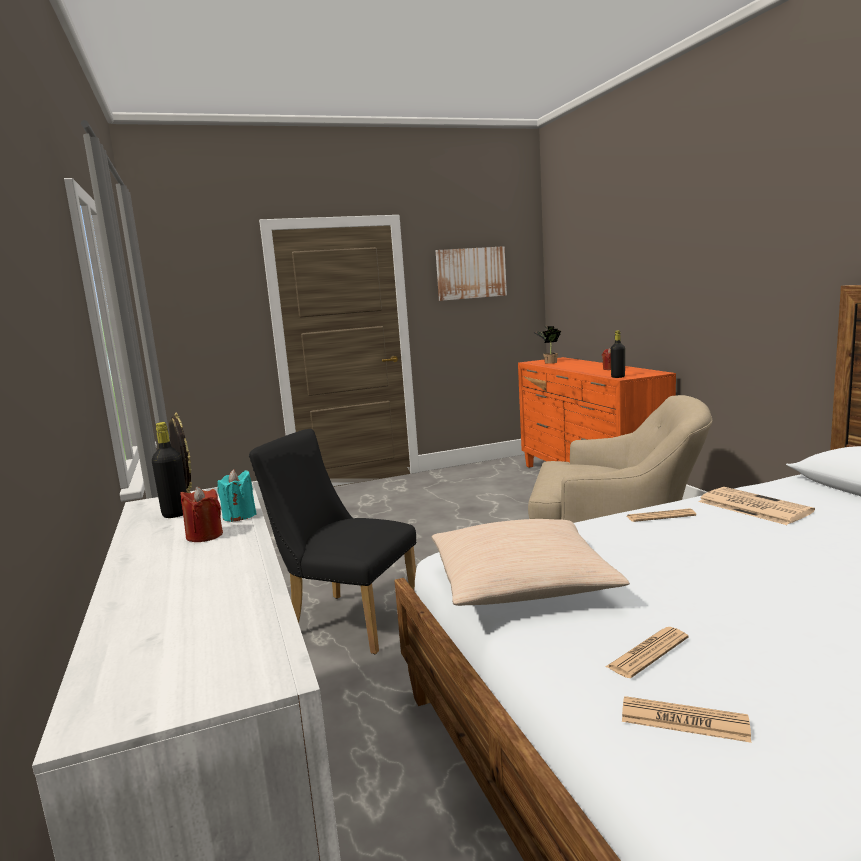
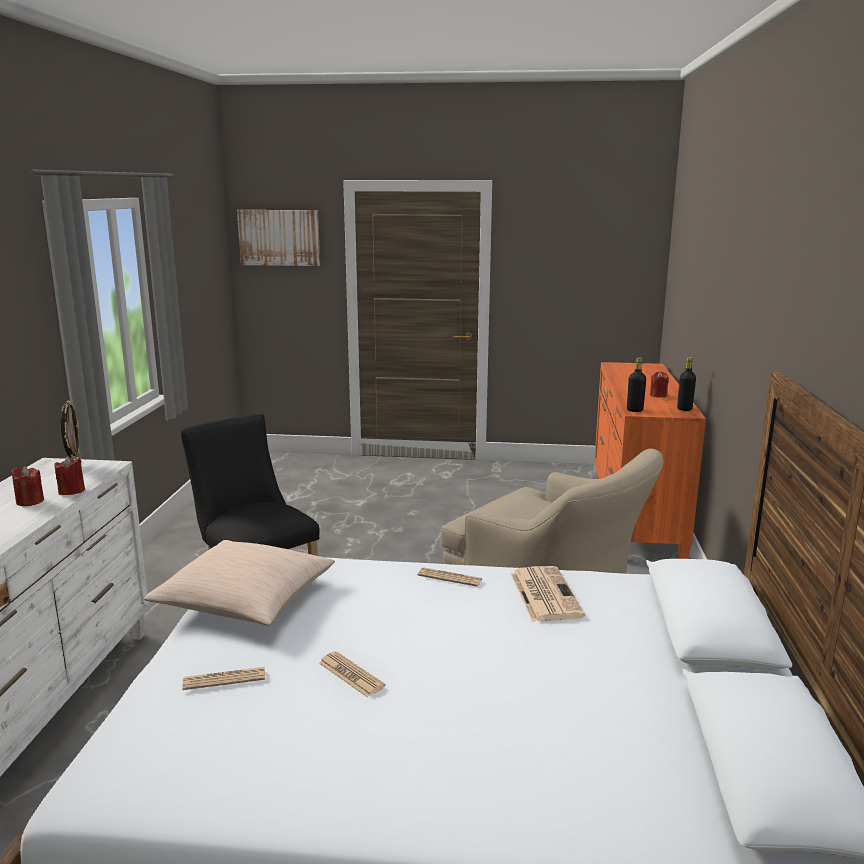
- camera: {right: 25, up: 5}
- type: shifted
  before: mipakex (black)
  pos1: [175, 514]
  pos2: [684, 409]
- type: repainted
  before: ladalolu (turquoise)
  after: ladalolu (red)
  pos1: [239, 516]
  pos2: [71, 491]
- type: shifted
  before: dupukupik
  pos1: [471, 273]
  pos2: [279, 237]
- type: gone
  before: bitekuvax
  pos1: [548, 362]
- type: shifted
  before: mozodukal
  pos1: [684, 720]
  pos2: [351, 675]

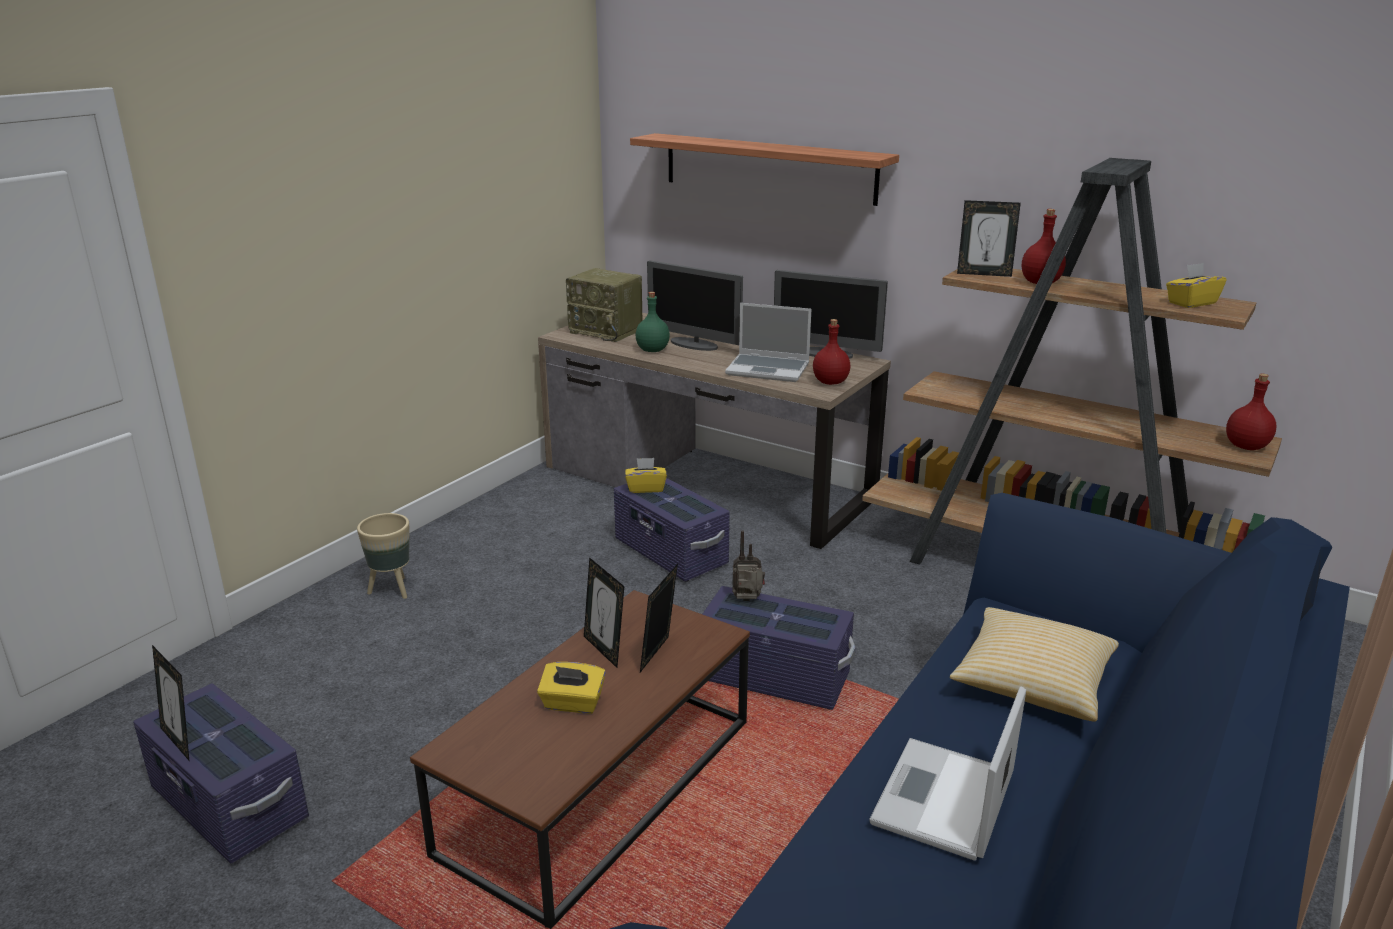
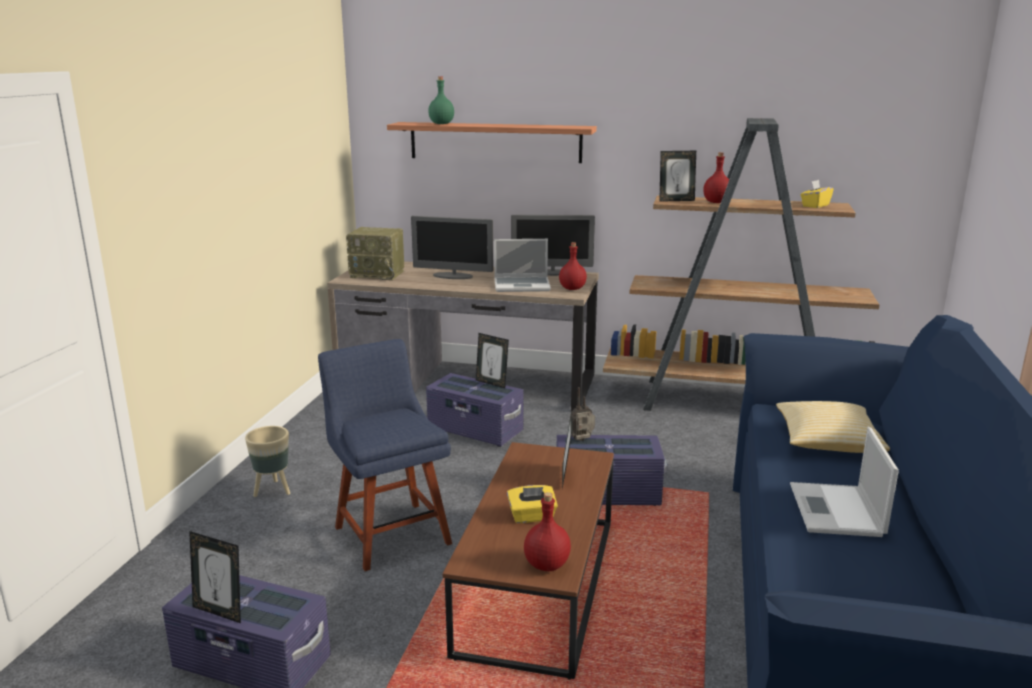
- camera: {right: -20, up: -5}
- type: shifted
  before: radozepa
  pos1: [604, 650]
  pos2: [492, 383]
- type: gone
  before: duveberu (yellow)
  pos1: [646, 488]
- type: shifted
  before: mipakex (green)
  pos1: [652, 350]
  pos2: [441, 124]
- type: shifted
  before: mipakex (red)
  pos1: [1247, 446]
  pos2: [547, 564]
- type: new
  after: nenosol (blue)
  pos2: [390, 532]

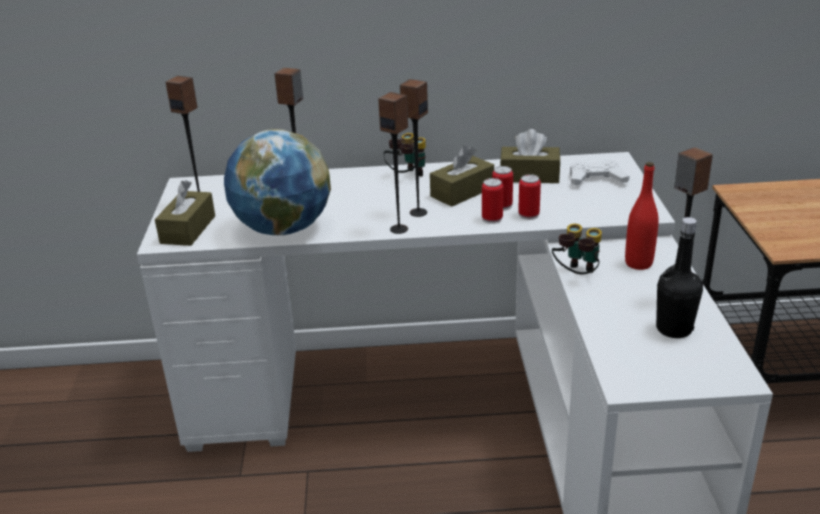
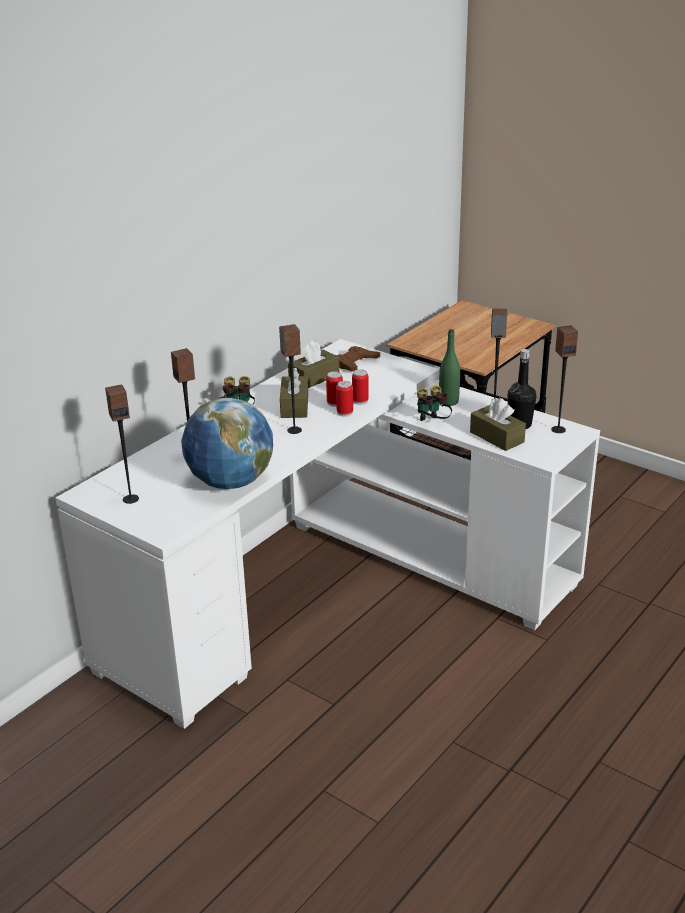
- camera: {right: -50, up: 0}
- type: shifted
  before: duveberu (brown)
  pos1: [188, 229]
  pos2: [497, 437]
- type: shifted
  before: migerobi
  pos1: [399, 229]
  pos2: [558, 429]
- type: repainted
  before: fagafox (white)
  after: fagafox (brown)
  pos1: [596, 179]
  pos2: [355, 363]
- type: repainted
  before: mipakex (red)
  after: mipakex (green)
  pos1: [638, 263]
  pos2: [448, 402]

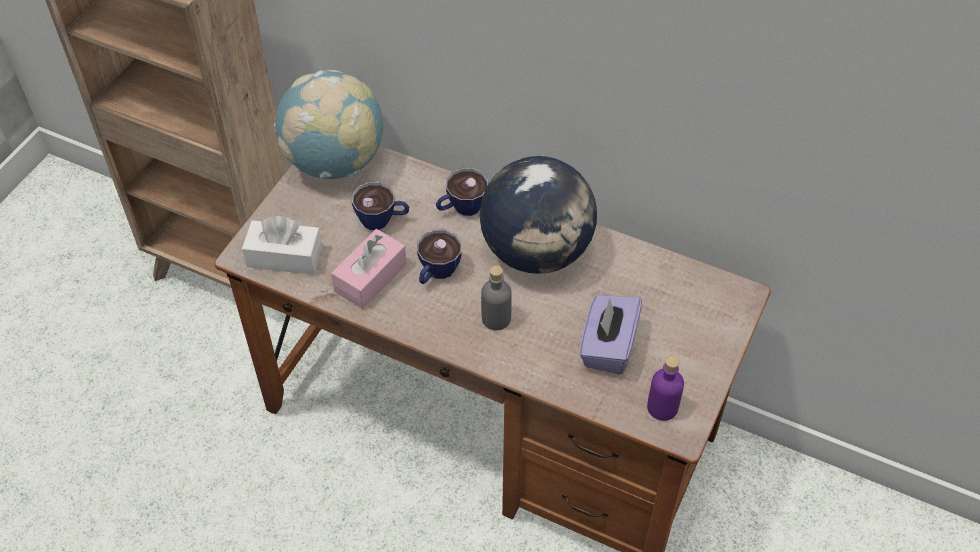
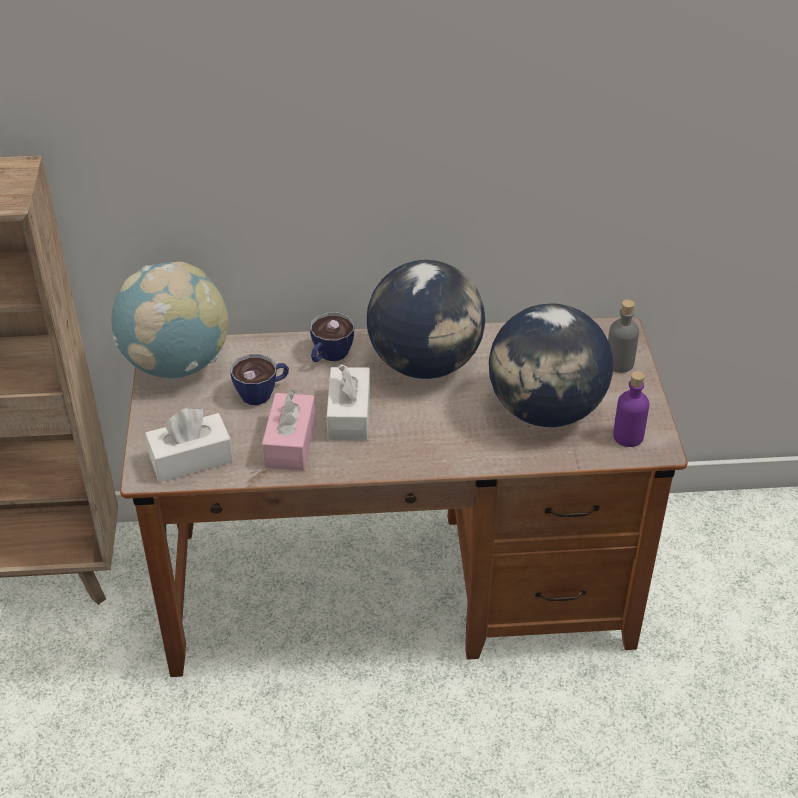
- camera: {right: -30, up: -10}
- type: swapped
  before: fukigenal
  after: duveberu (white)
  pos1: [436, 273]
  pos2: [349, 415]
- type: shifted
  before: mipakex (grey)
  pos1: [496, 318]
  pos2: [619, 363]
- type: swapped
  before: duveberu (purple)
  after: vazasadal
  pos1: [608, 347]
  pos2: [546, 411]

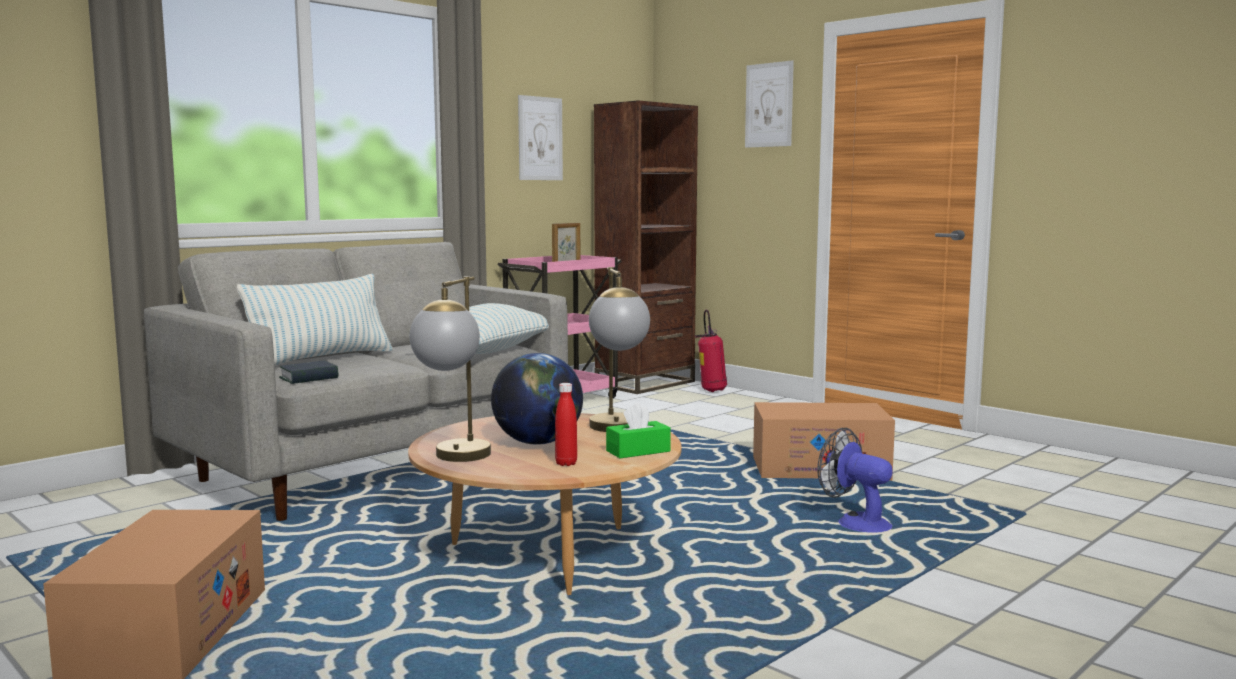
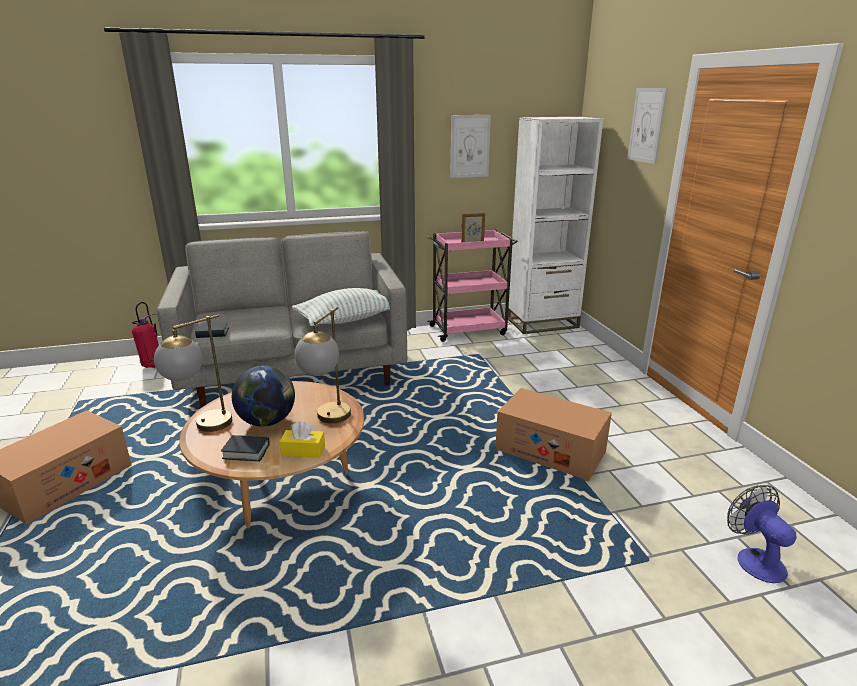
- camera: {right: 30, up: 15}
- type: gone
  before: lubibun
  pos1: [321, 359]
- type: swapped
  before: mipakex (red)
  after: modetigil
  pos1: [566, 463]
  pos2: [246, 452]
- type: repainted
  before: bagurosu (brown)
  after: bagurosu (white)
  pos1: [645, 383]
  pos2: [542, 323]
- type: repainted
  before: duveberu (green)
  after: duveberu (yellow)
  pos1: [638, 451]
  pos2: [303, 451]
- type: shifted
  before: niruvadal
  pos1: [711, 390]
  pos2: [152, 365]
- type: shifted
  before: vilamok
  pos1: [855, 522]
  pos2: [754, 559]

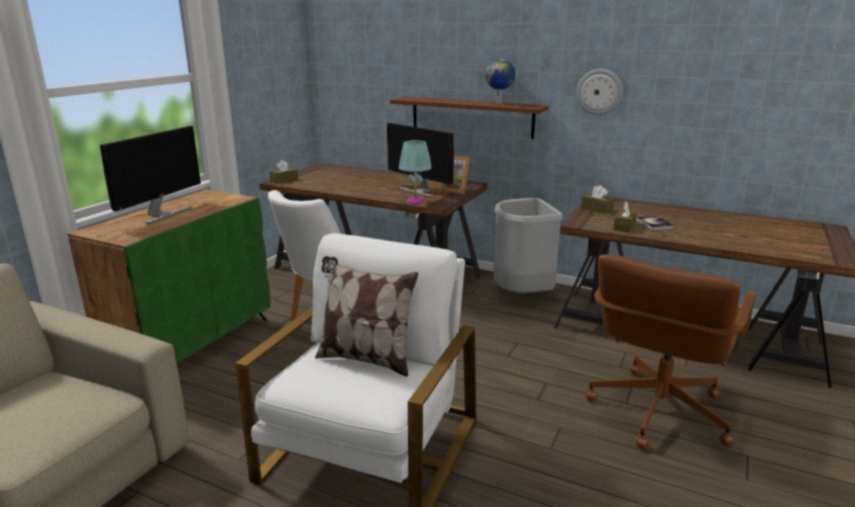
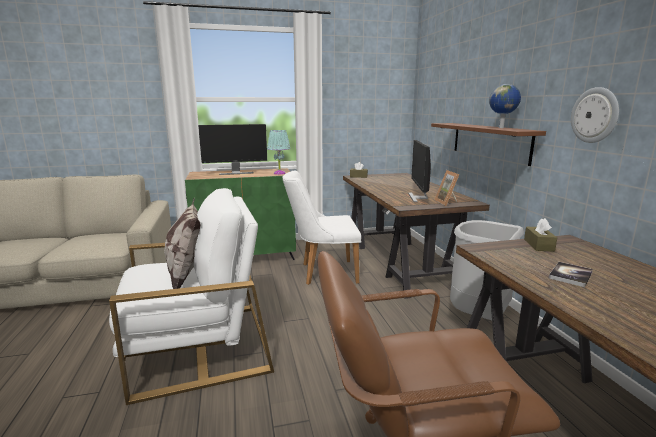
- camera: {right: 50, up: -5}
- type: shifted
  before: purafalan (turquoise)
  pos1: [415, 201]
  pos2: [279, 173]
- type: gone
  before: duveberu (brown)
  pos1: [624, 226]

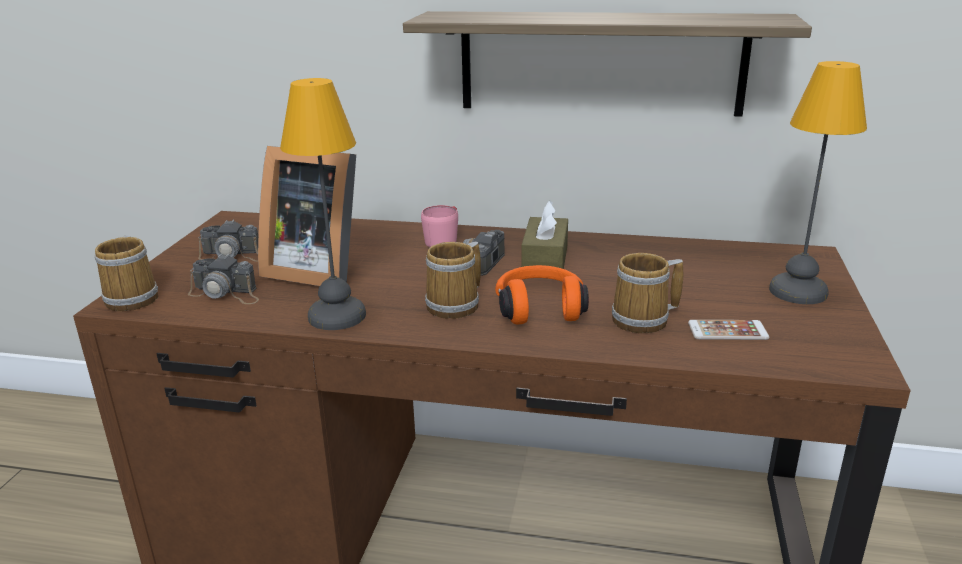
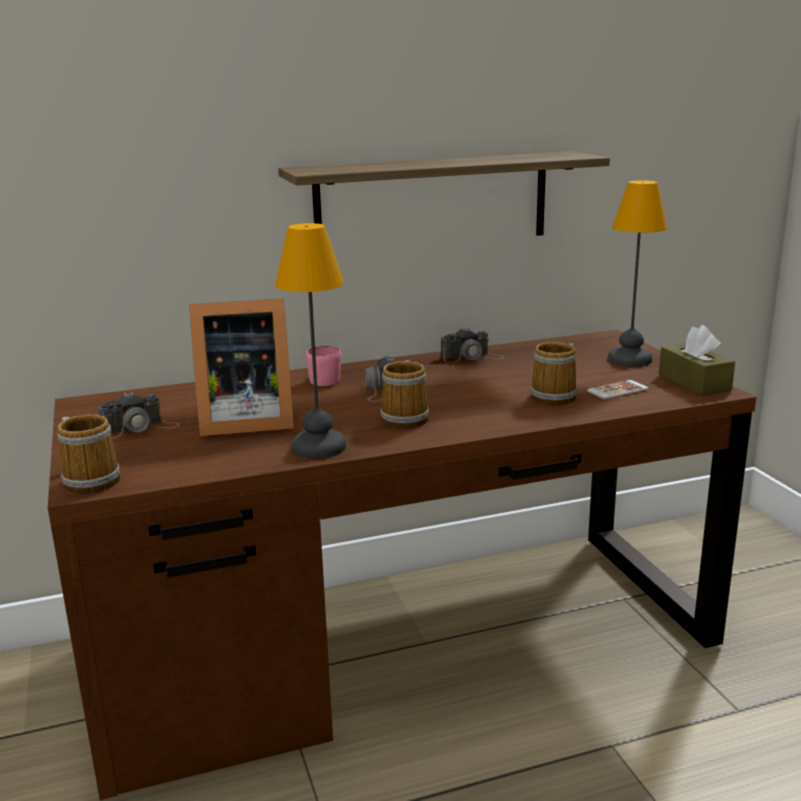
- camera: {right: -30, up: -5}
- type: shifted
  before: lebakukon
  pos1: [226, 293]
  pos2: [471, 357]
- type: gone
  before: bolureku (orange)
  pos1: [539, 308]
- type: shifted
  before: duveberu (brown)
  pos1: [545, 261]
  pos2: [694, 382]

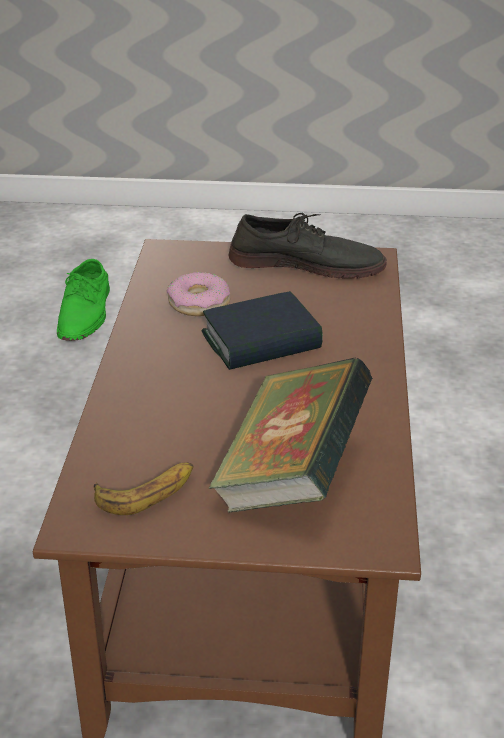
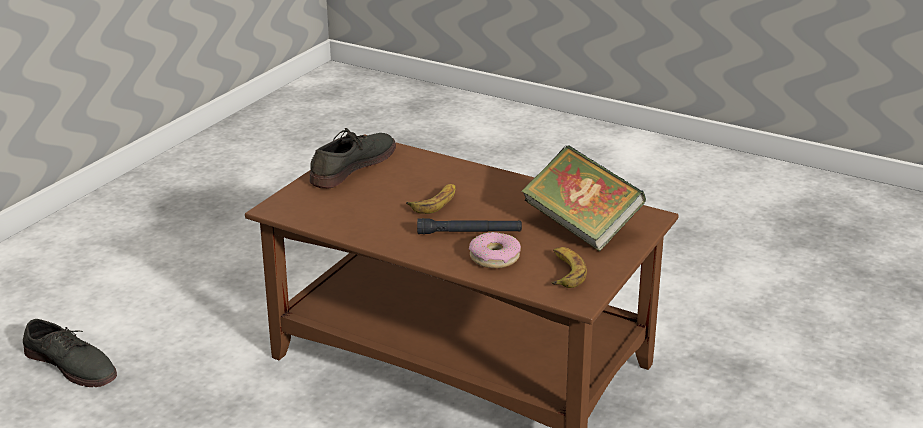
- camera: {right: -65, up: -5}
- type: repainted
  before: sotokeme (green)
  after: sotokeme (grey)
  pos1: [86, 313]
  pos2: [72, 364]
- type: shifted
  before: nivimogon
  pos1: [199, 303]
  pos2: [494, 257]
- type: swapped
  before: modetigil
  after: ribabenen
  pos1: [261, 341]
  pos2: [435, 202]
- type: new
  after: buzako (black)
  pos2: [469, 233]

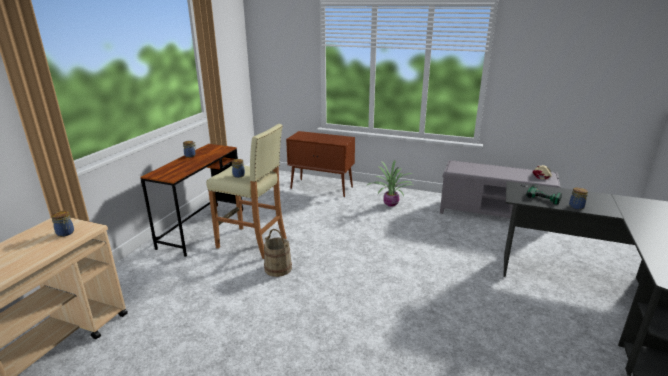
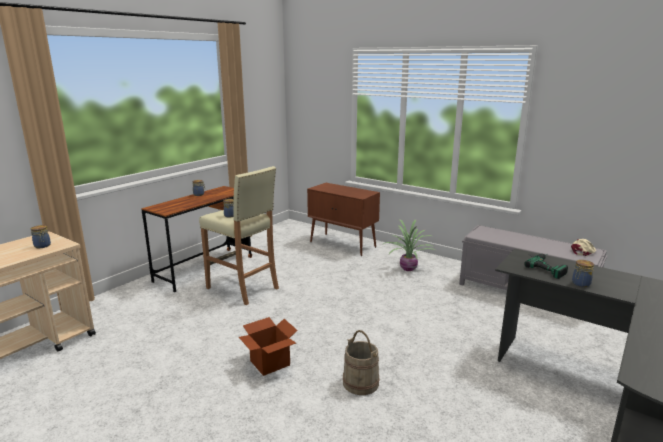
- camera: {right: 15, up: -5}
- type: shifted
  before: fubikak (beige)
  pos1: [278, 268]
  pos2: [361, 383]
- type: new
  after: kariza
  pos2: [270, 363]

